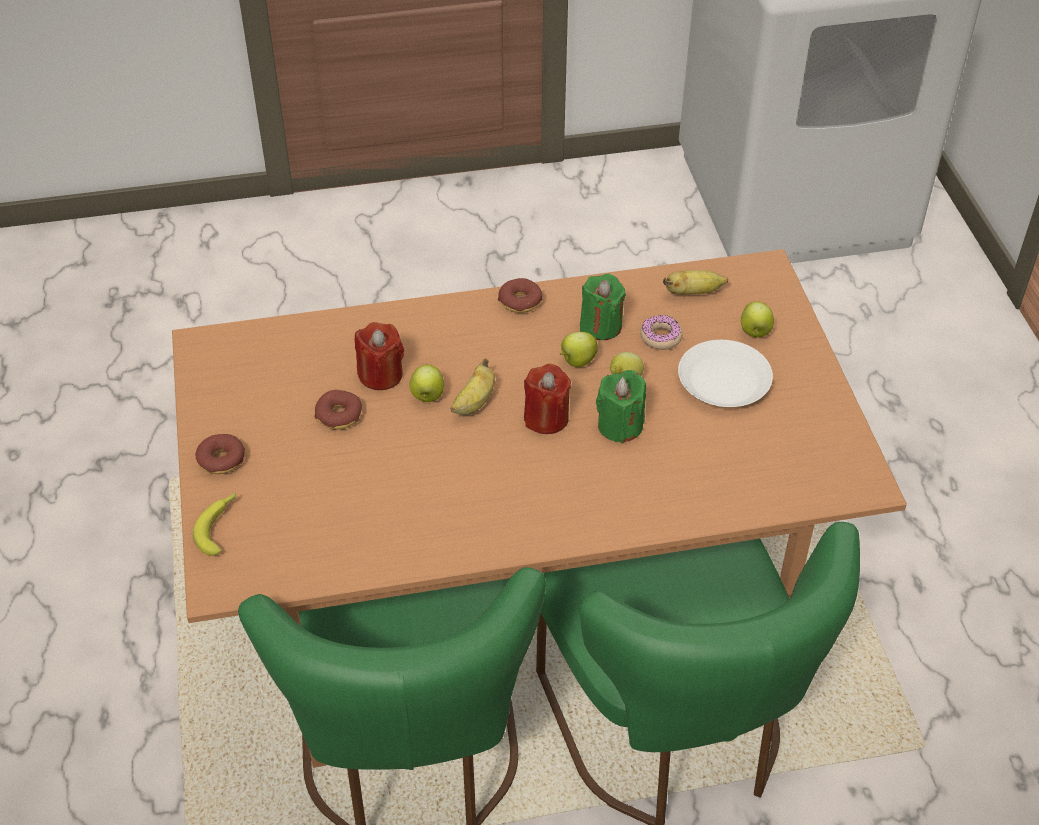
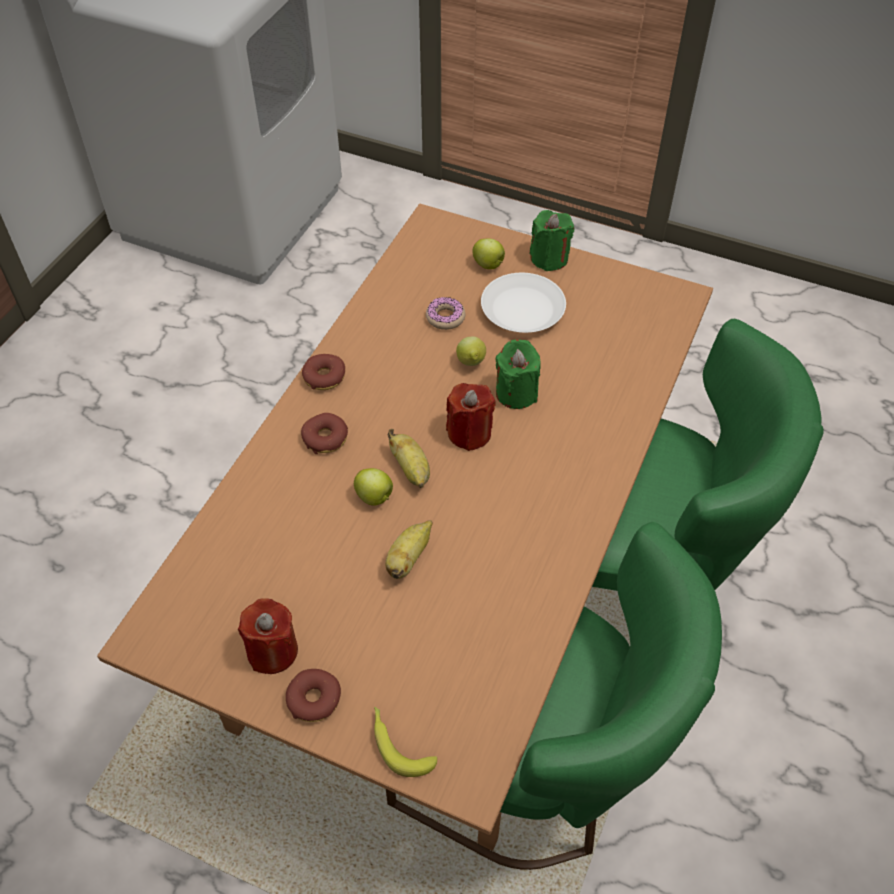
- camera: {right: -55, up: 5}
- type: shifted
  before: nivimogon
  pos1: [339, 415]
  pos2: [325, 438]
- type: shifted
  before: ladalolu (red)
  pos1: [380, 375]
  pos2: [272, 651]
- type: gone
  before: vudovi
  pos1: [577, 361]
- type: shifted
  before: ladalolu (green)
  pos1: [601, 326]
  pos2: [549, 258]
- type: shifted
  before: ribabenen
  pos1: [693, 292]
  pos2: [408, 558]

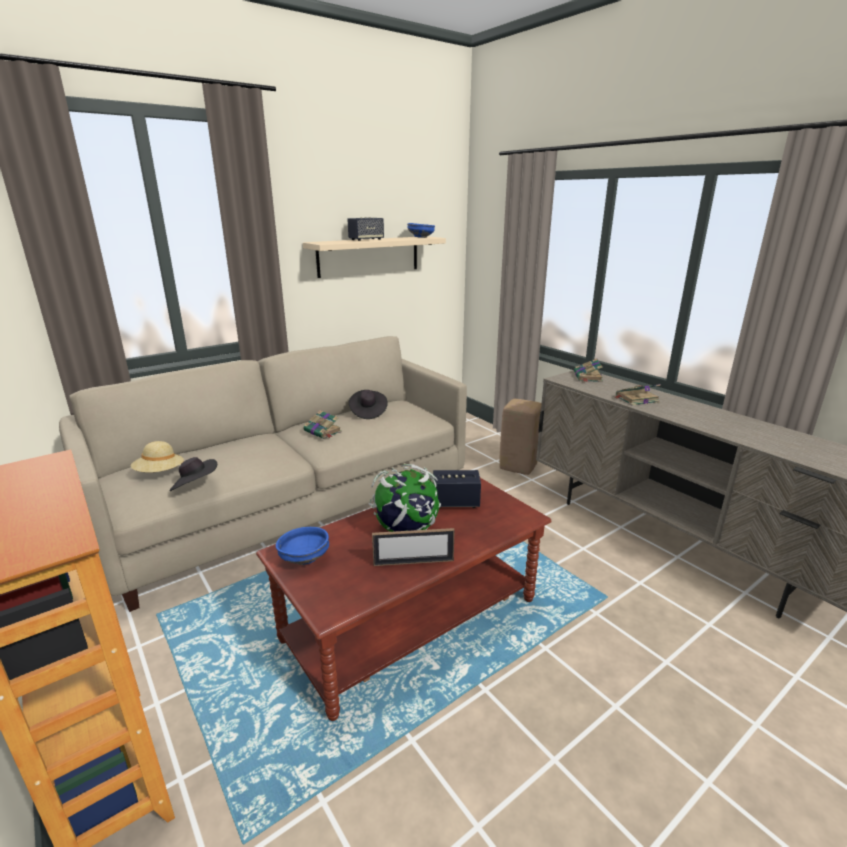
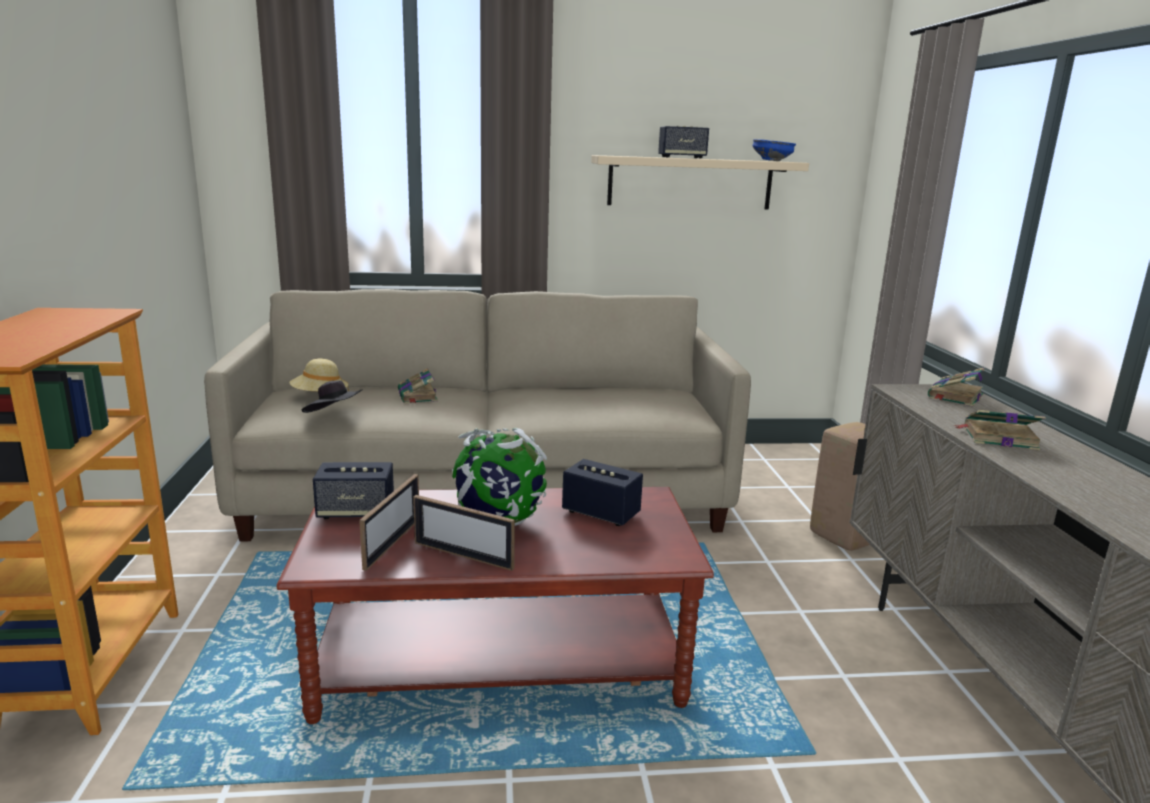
- camera: {right: 30, up: -5}
- type: swapped
  before: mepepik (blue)
  after: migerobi
  pos1: [304, 558]
  pos2: [356, 512]
- type: shifted
  before: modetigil
  pos1: [323, 431]
  pos2: [417, 396]
- type: gone
  before: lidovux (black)
  pos1: [368, 412]
- type: new
  after: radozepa
  pos2: [392, 542]

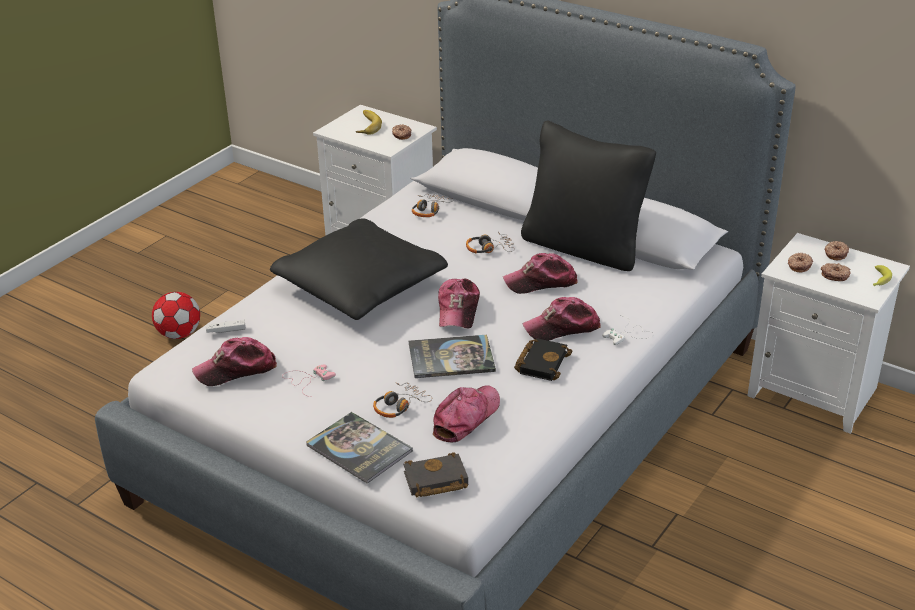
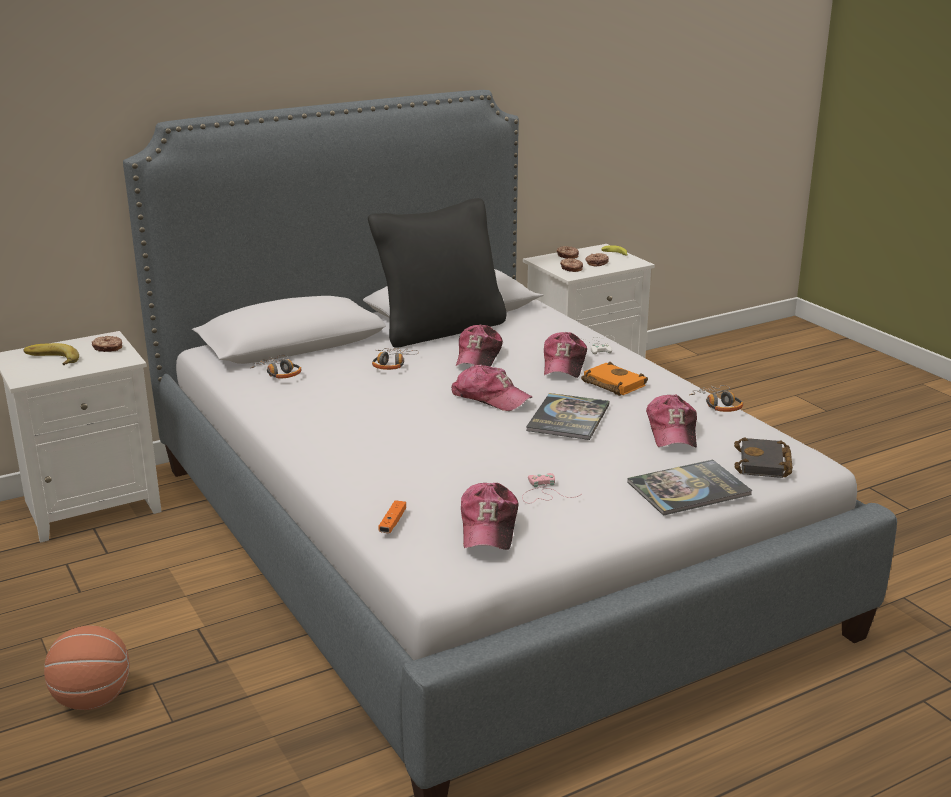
- camera: {right: -65, up: -10}
- type: swapped
  before: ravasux
  after: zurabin
  pos1: [179, 334]
  pos2: [92, 699]
- type: repainted
  before: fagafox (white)
  after: fagafox (orange)
  pos1: [226, 330]
  pos2: [392, 523]
- type: gone
  before: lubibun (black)
  pos1: [361, 287]
- type: shifted
  before: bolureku
  pos1: [399, 405]
  pos2: [718, 405]
- type: rotated
  before: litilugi
  pos1: [466, 418]
  pos2: [672, 432]
  turn: -150
- type: repainted
  before: modetigil (black)
  after: modetigil (orange)
  pos1: [541, 362]
  pos2: [611, 384]

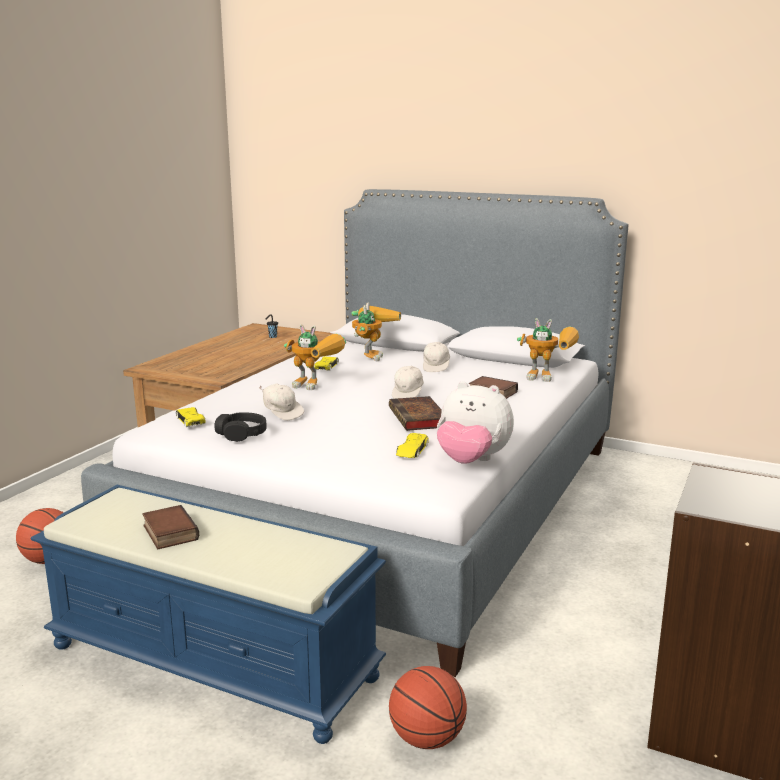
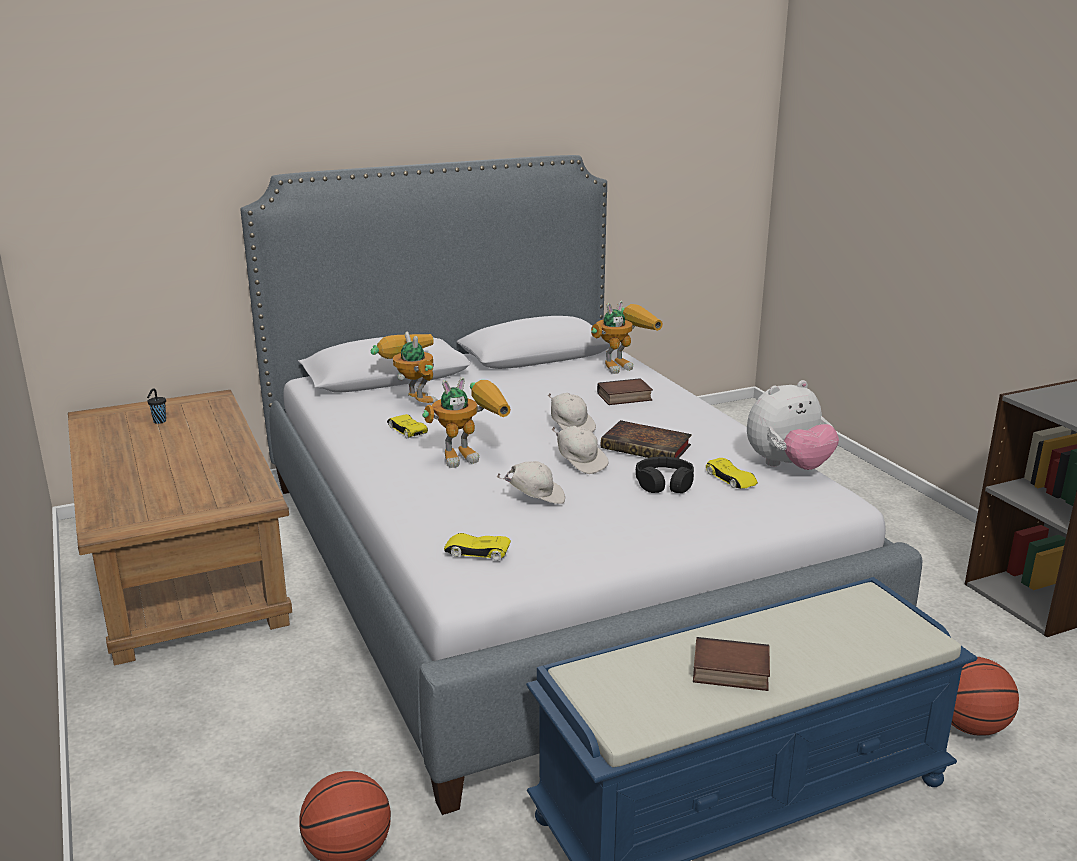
- camera: {right: -50, up: 5}
- type: shifted
  before: bolureku (black)
  pos1: [242, 434]
  pos2: [664, 484]
- type: shifted
  before: litilugi (white)
  pos1: [436, 367]
  pos2: [580, 462]

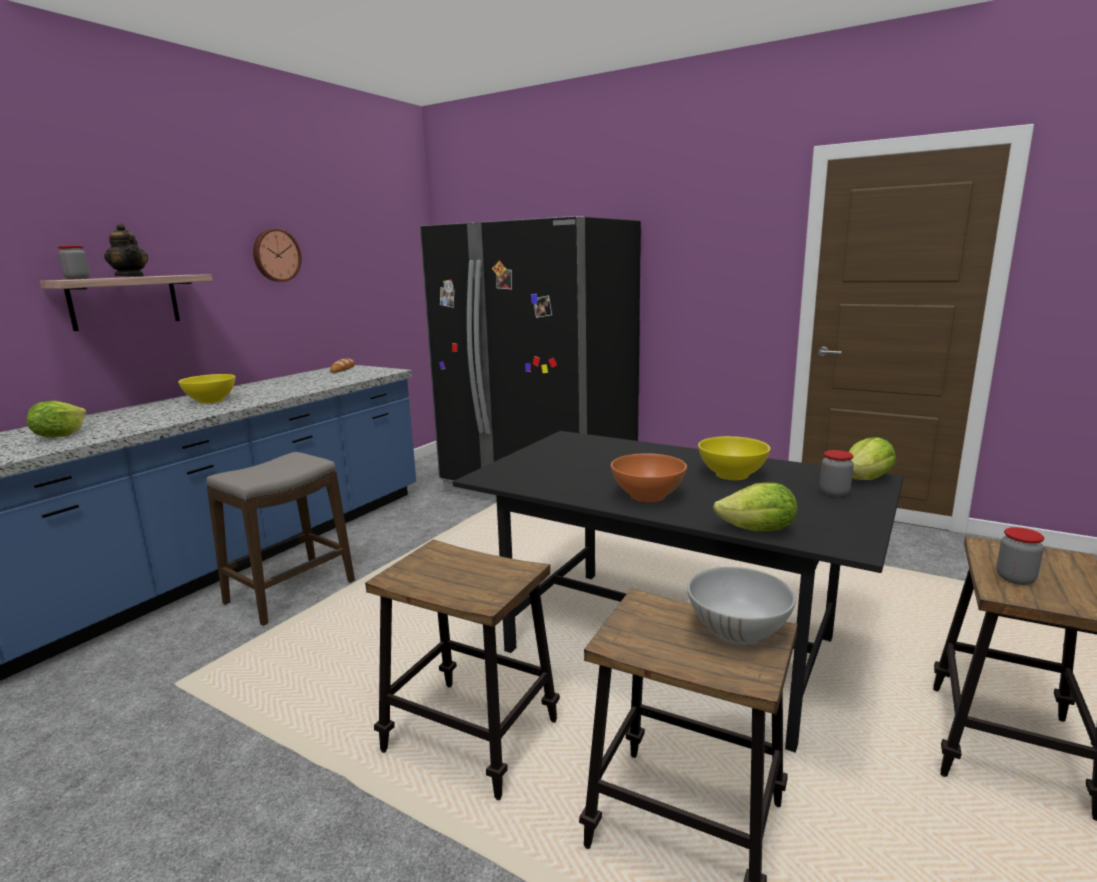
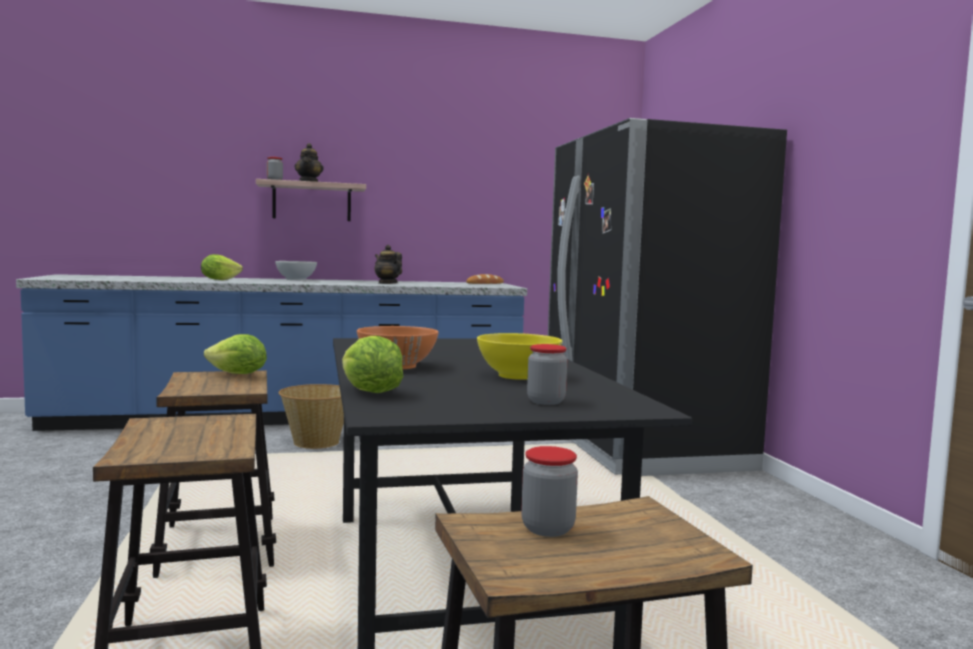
- camera: {right: 45, up: -10}
- type: gone
  before: mepepik (yellow)
  pos1: [210, 401]
- type: swapped
  before: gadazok
  after: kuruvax
  pos1: [290, 592]
  pos2: [316, 442]
- type: gone
  before: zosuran
  pos1: [276, 255]
- type: shifted
  before: mepepik (white)
  pos1: [738, 631]
  pos2: [296, 279]
- type: shifted
  before: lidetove
  pos1: [866, 479]
  pos2: [238, 374]
- type: new
  after: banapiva
  pos2: [387, 283]

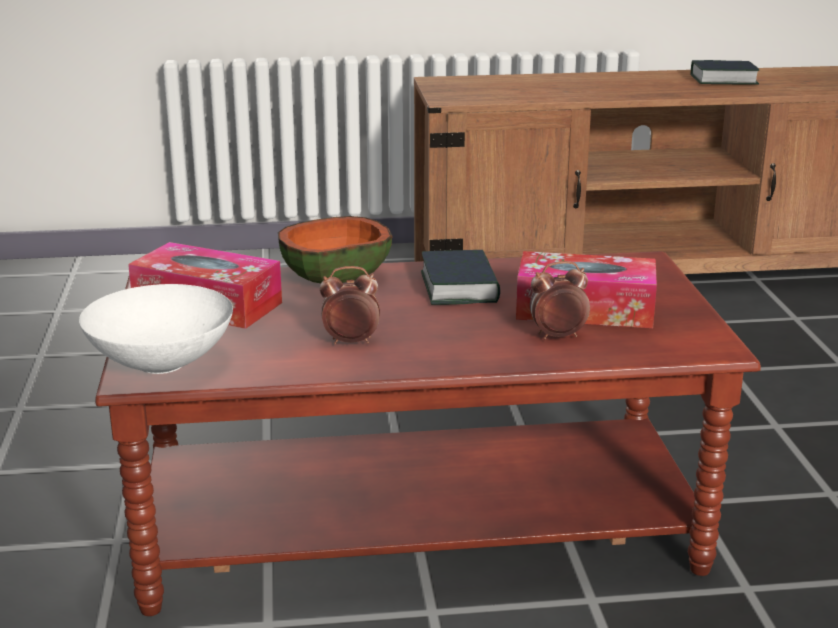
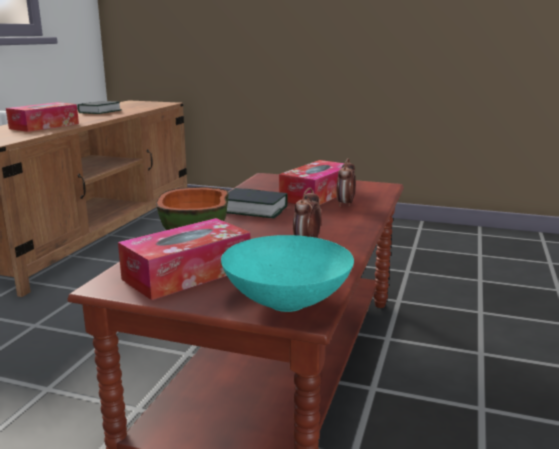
- camera: {right: -65, up: -5}
- type: repainted
  before: mepepik (white)
  after: mepepik (turquoise)
  pos1: [159, 363]
  pos2: [285, 303]
- type: new
  after: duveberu
  pos2: [44, 126]

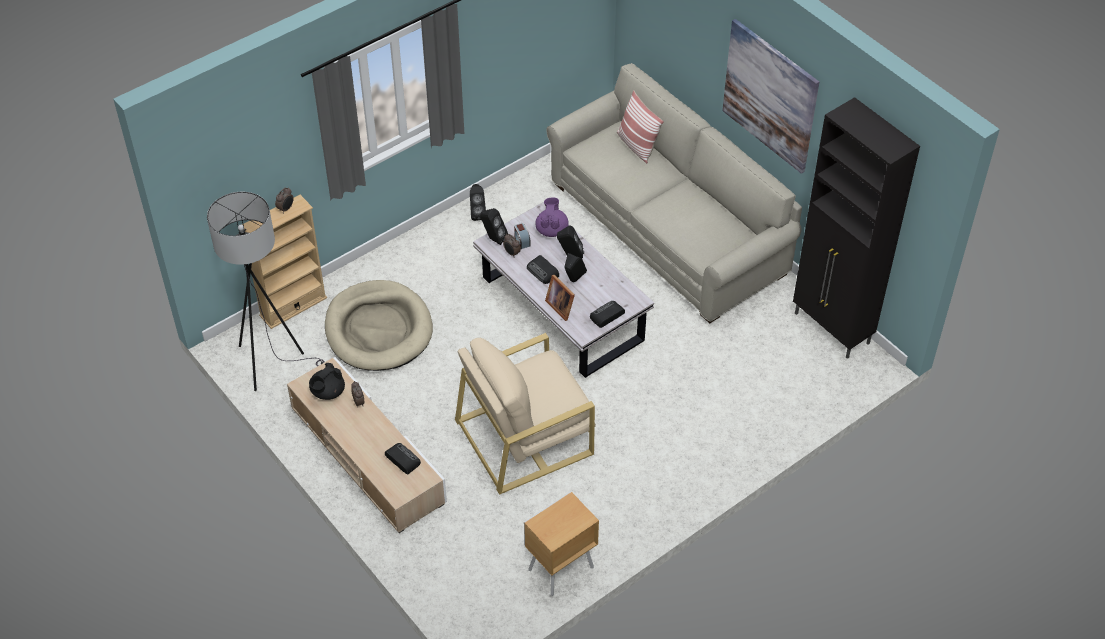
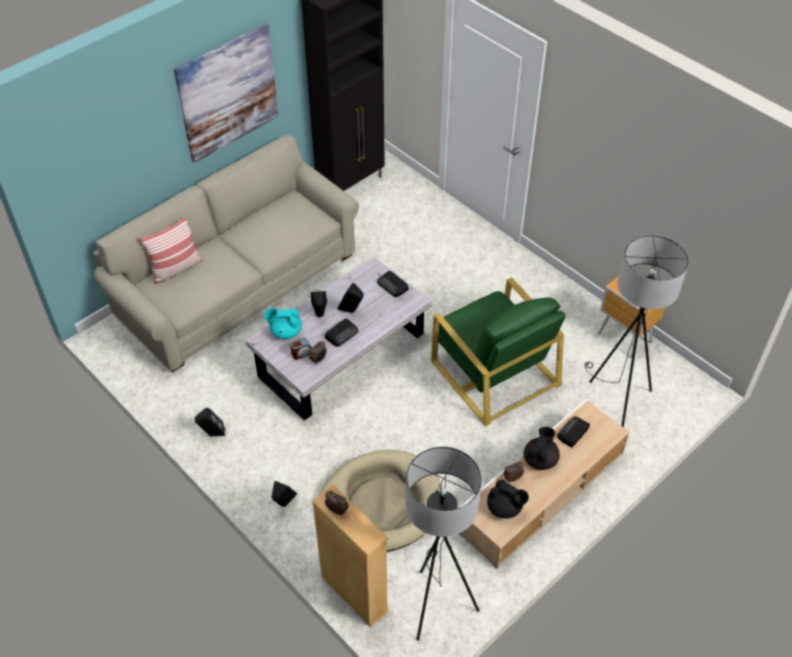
- camera: {right: -95, up: 0}
- type: repainted
  before: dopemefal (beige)
  after: dopemefal (green)
  pos1: [525, 436]
  pos2: [494, 372]
- type: shifted
  before: migerobi (black)
  pos1: [493, 239]
  pos2: [284, 504]
- type: repainted
  before: banapiva (purple)
  after: banapiva (turquoise)
  pos1: [551, 230]
  pos2: [285, 331]
- type: gone
  before: radozepa
  pos1: [561, 306]
- type: new
  after: banapiva (black)
  pos2: [540, 459]
- type: new
  after: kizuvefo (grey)
  pos2: [615, 398]

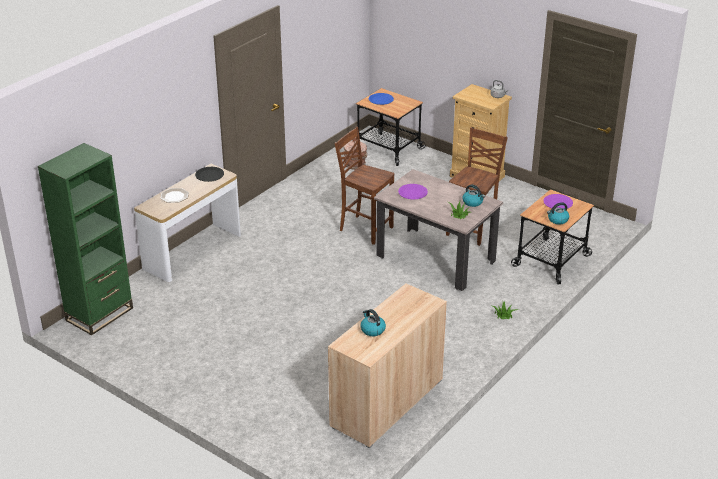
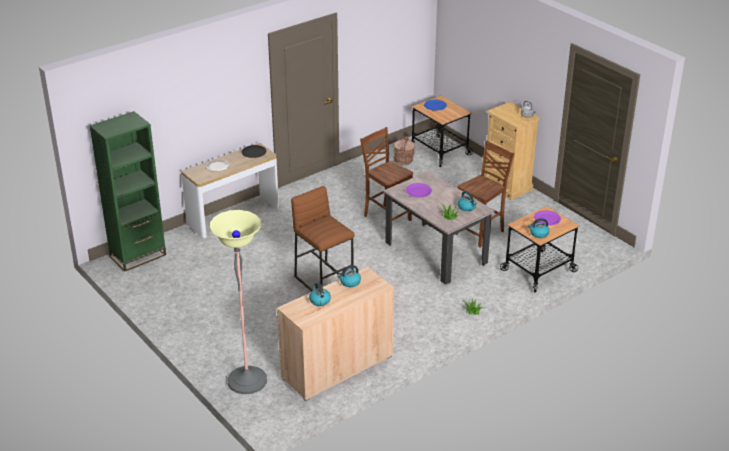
- camera: {right: 15, up: 0}
- type: new
  after: kizuvefo
  pos2: [247, 380]
- type: new
  after: gadazok (brown)
  pos2: [324, 281]
- type: new
  after: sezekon
  pos2: [350, 282]

